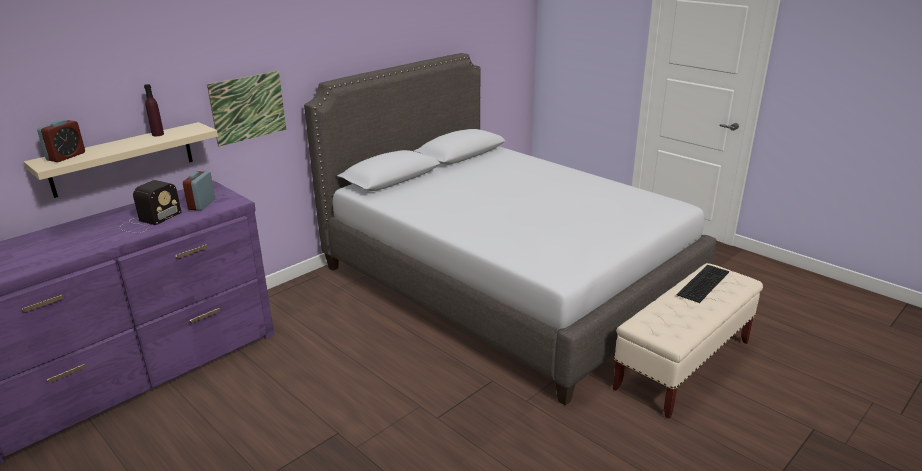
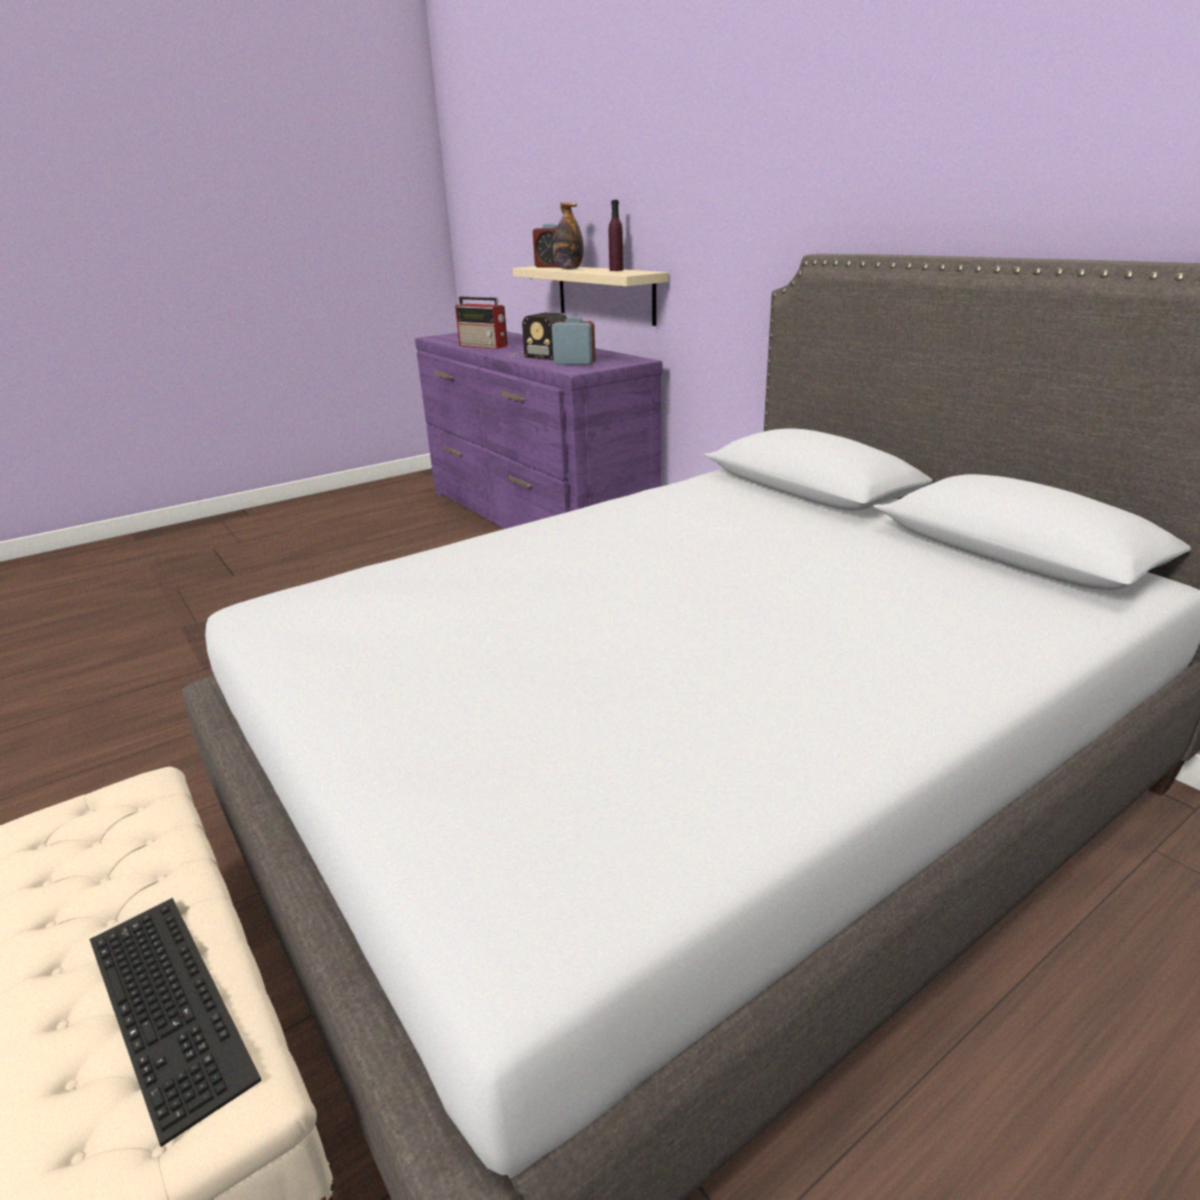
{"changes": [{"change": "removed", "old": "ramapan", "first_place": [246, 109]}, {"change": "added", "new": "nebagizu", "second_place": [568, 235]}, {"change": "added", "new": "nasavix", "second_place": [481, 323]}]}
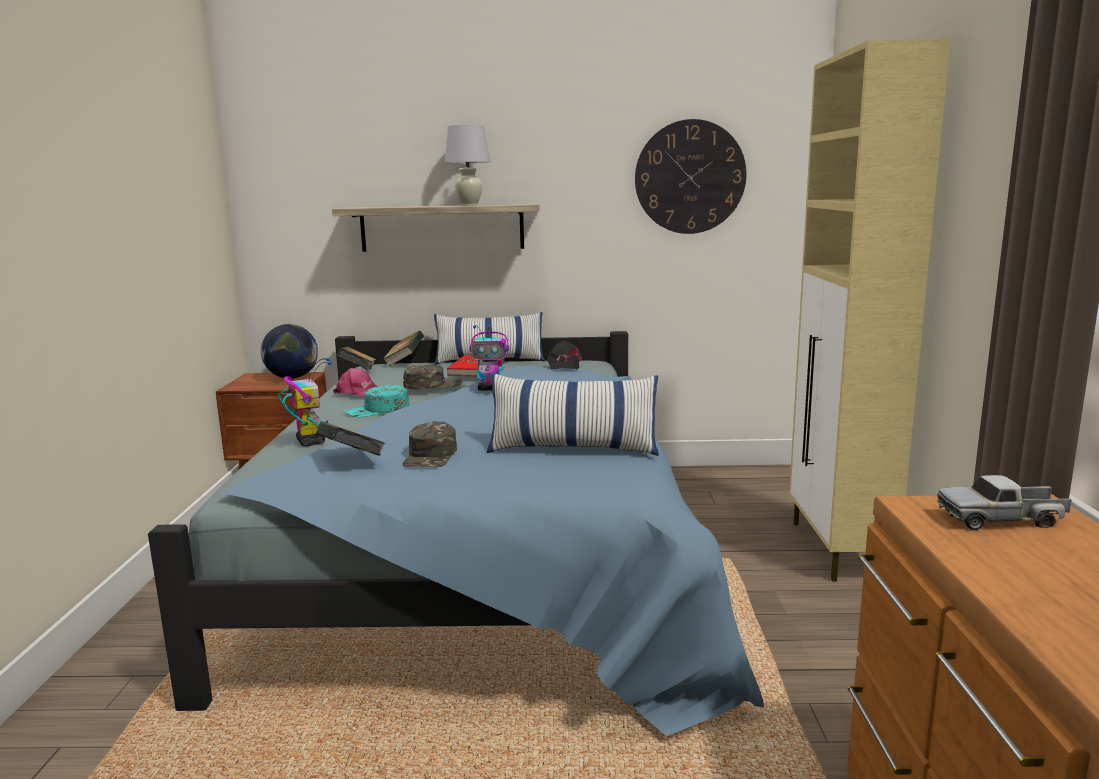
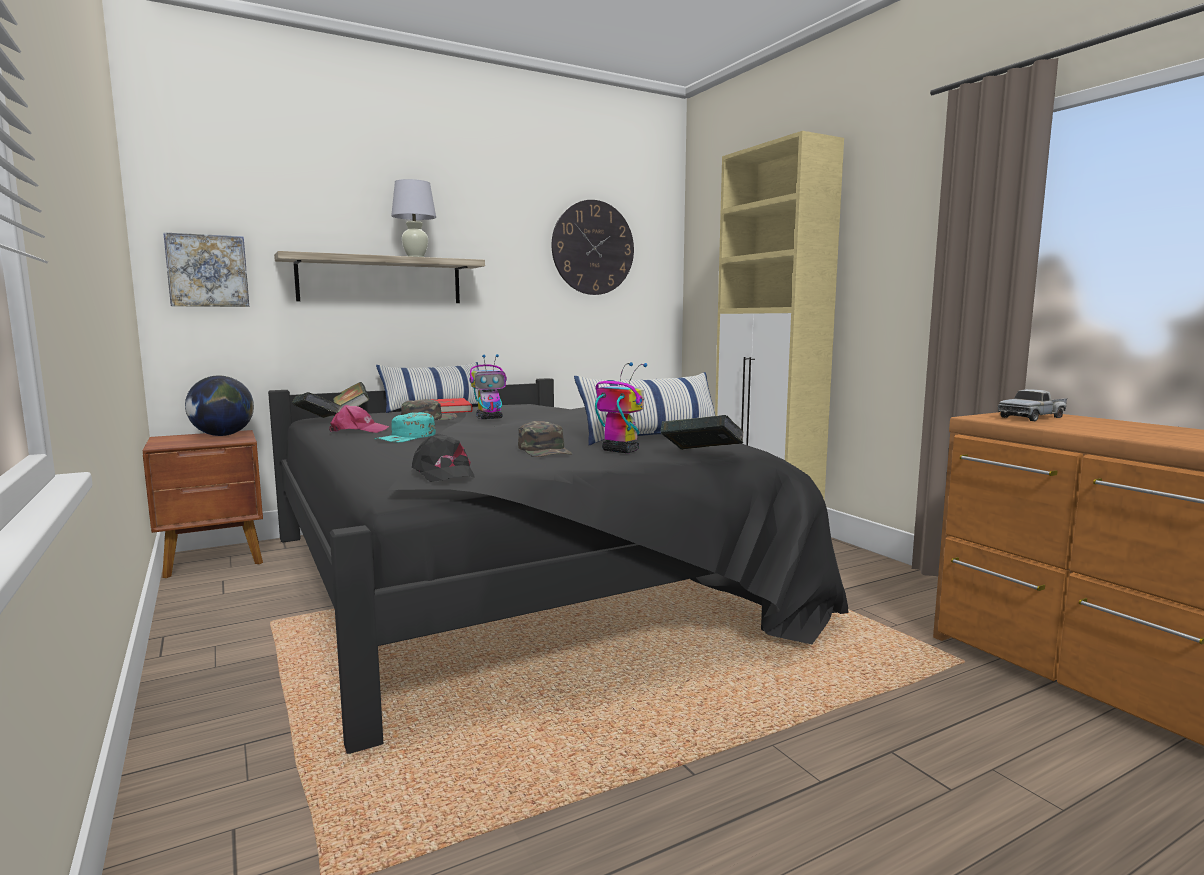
{"changes": [{"change": "recoloured", "old": "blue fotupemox", "new": "black fotupemox", "first_place": [456, 533], "second_place": [558, 566]}, {"change": "moved", "old": "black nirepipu", "first_place": [564, 355], "second_place": [442, 457]}, {"change": "moved", "old": "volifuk", "first_place": [305, 402], "second_place": [621, 407]}, {"change": "moved", "old": "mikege", "first_place": [351, 439], "second_place": [702, 432]}, {"change": "added", "new": "ramapan", "second_place": [206, 269]}]}
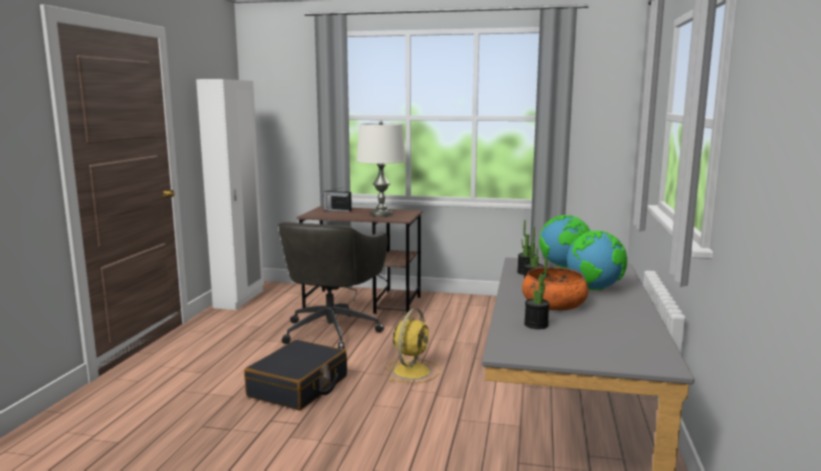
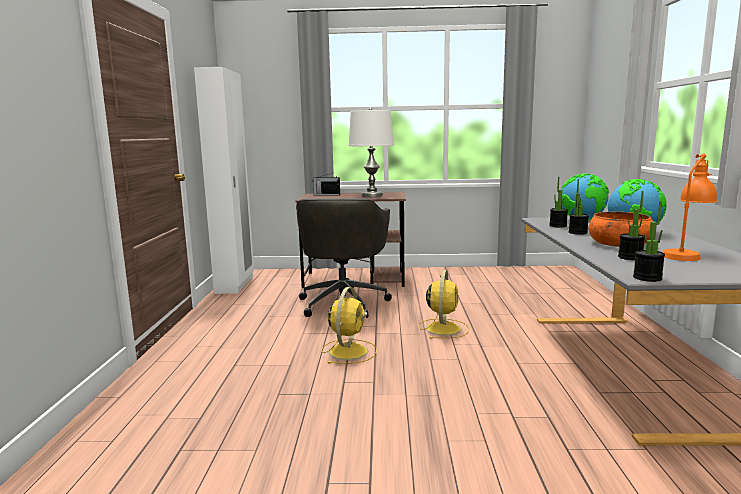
{"changes": [{"change": "replaced", "old": "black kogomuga", "new": "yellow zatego", "first_place": [295, 375], "second_place": [349, 325]}, {"change": "added", "new": "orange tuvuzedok", "second_place": [690, 207]}, {"change": "added", "new": "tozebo", "second_place": [649, 241]}]}
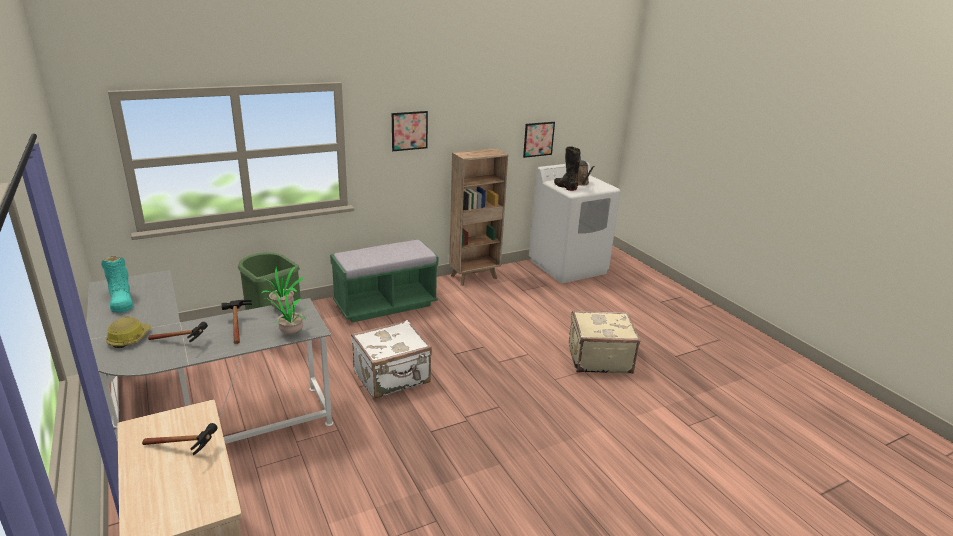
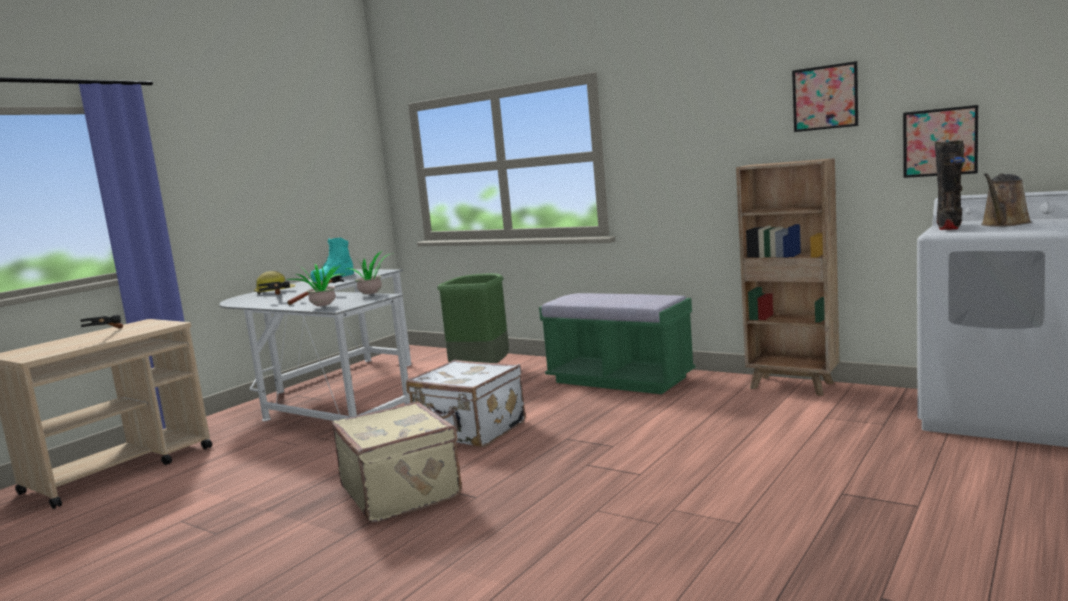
{"changes": [{"change": "moved", "old": "ramapan", "first_place": [410, 131], "second_place": [825, 96]}, {"change": "moved", "old": "beige kogomuga", "first_place": [605, 342], "second_place": [397, 461]}]}
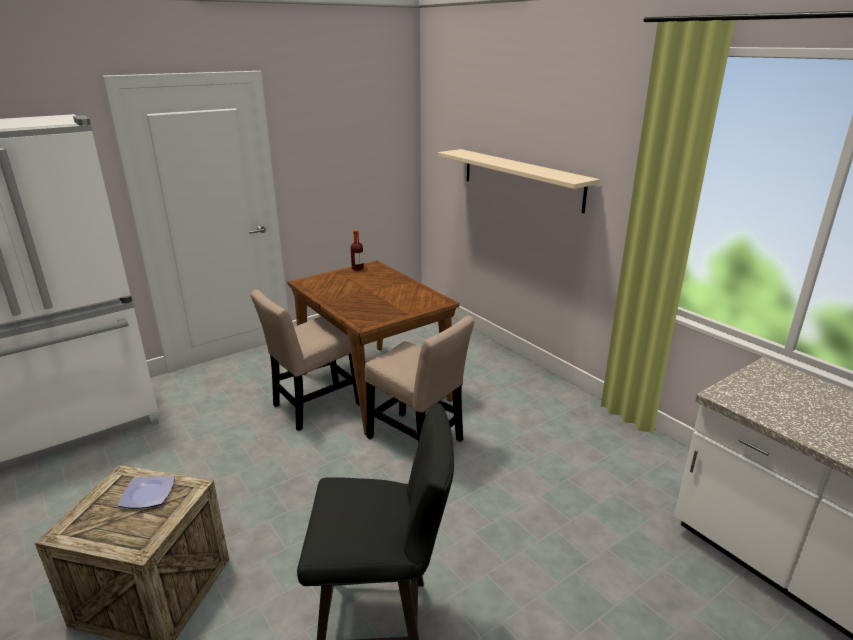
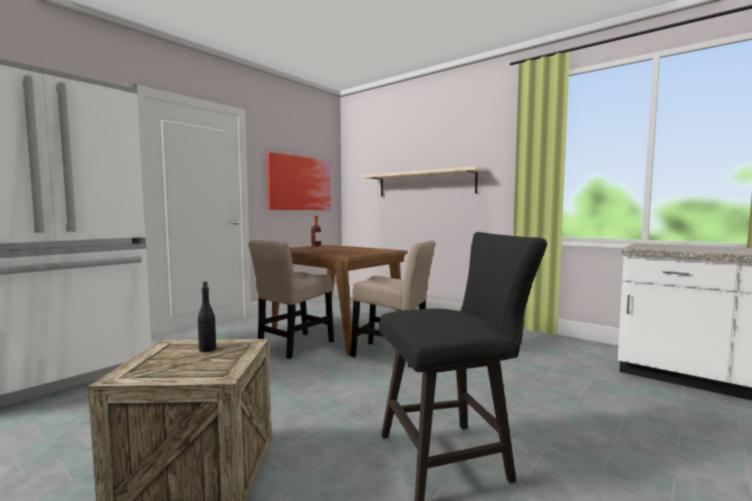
{"changes": [{"change": "replaced", "old": "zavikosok", "new": "black nebagizu", "first_place": [146, 492], "second_place": [207, 316]}, {"change": "added", "new": "ramapan", "second_place": [299, 181]}]}
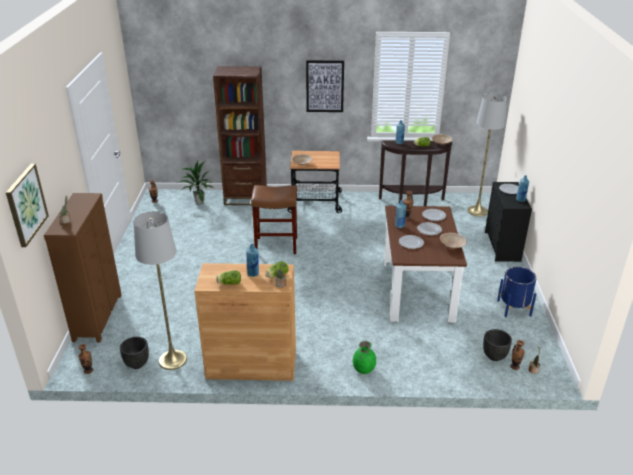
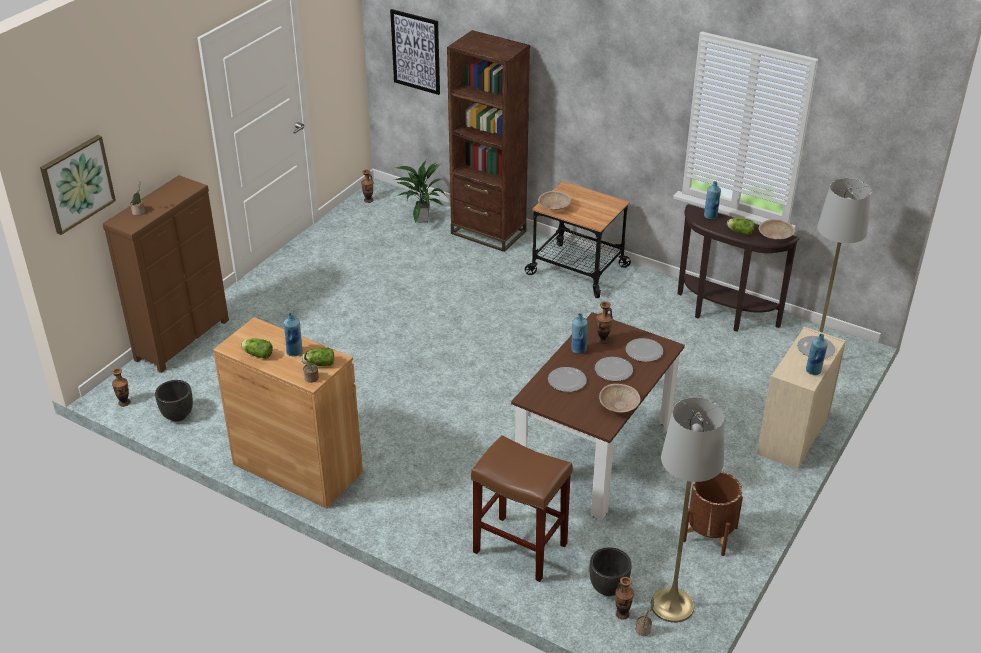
{"changes": [{"change": "moved", "old": "ramapan", "first_place": [325, 86], "second_place": [415, 52]}, {"change": "recoloured", "old": "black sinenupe", "new": "beige sinenupe", "first_place": [508, 222], "second_place": [801, 398]}, {"change": "moved", "old": "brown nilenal", "first_place": [274, 219], "second_place": [522, 508]}, {"change": "moved", "old": "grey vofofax", "first_place": [160, 290], "second_place": [688, 510]}, {"change": "recoloured", "old": "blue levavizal", "new": "brown levavizal", "first_place": [517, 292], "second_place": [713, 513]}, {"change": "removed", "old": "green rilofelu", "first_place": [364, 357]}]}
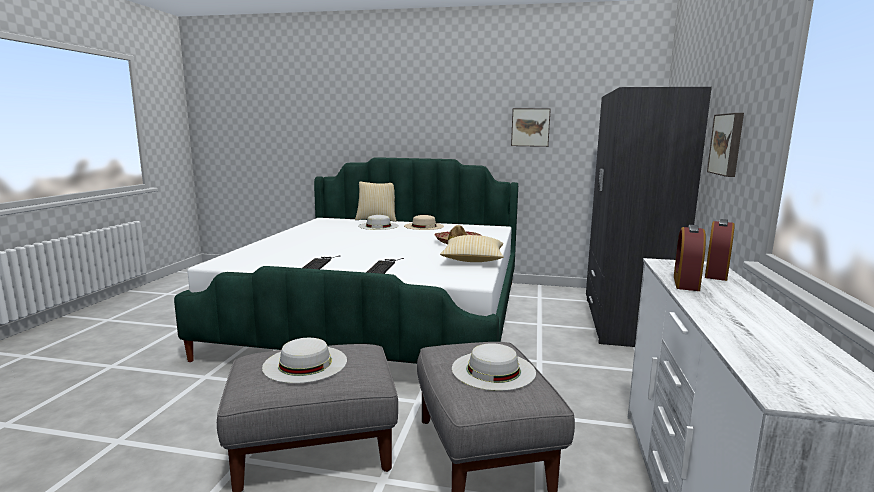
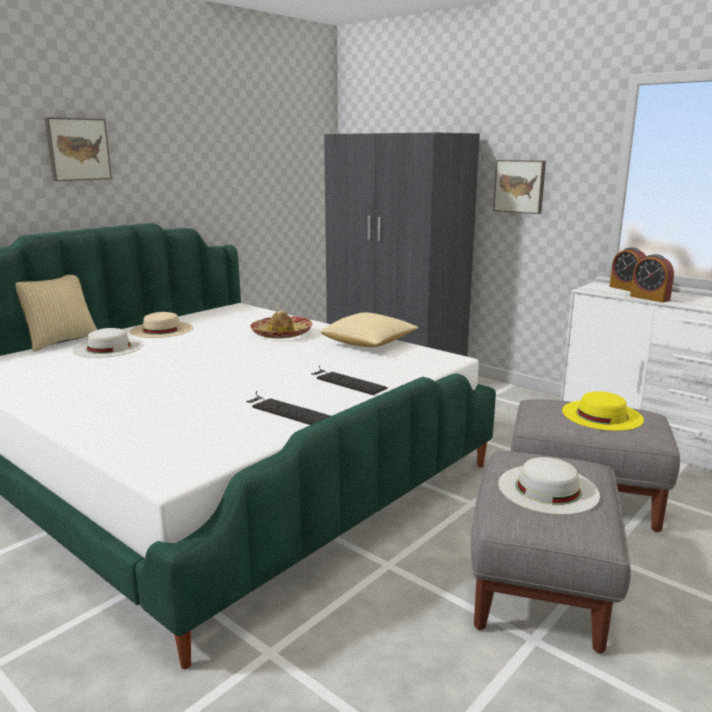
{"changes": [{"change": "moved", "old": "ramapan", "first_place": [531, 127], "second_place": [78, 149]}, {"change": "recoloured", "old": "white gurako", "new": "yellow gurako", "first_place": [494, 367], "second_place": [603, 411]}]}
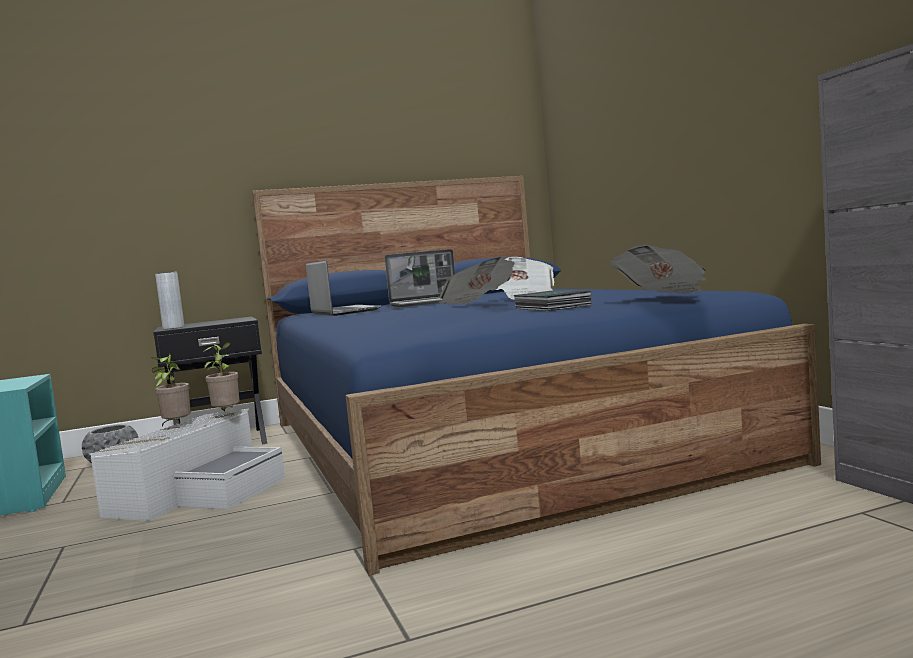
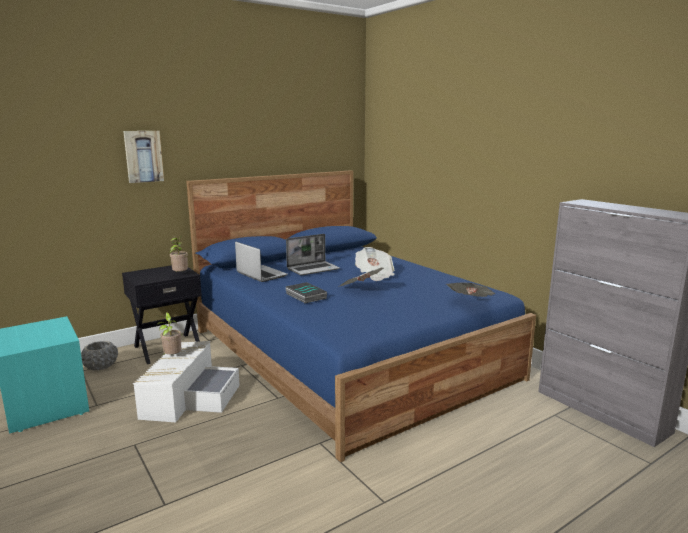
{"changes": [{"change": "removed", "old": "grey rilofelu", "first_place": [169, 300]}, {"change": "moved", "old": "mikege", "first_place": [552, 300], "second_place": [306, 292]}, {"change": "moved", "old": "tozebo", "first_place": [221, 377], "second_place": [178, 254]}, {"change": "added", "new": "ramapan", "second_place": [143, 157]}]}
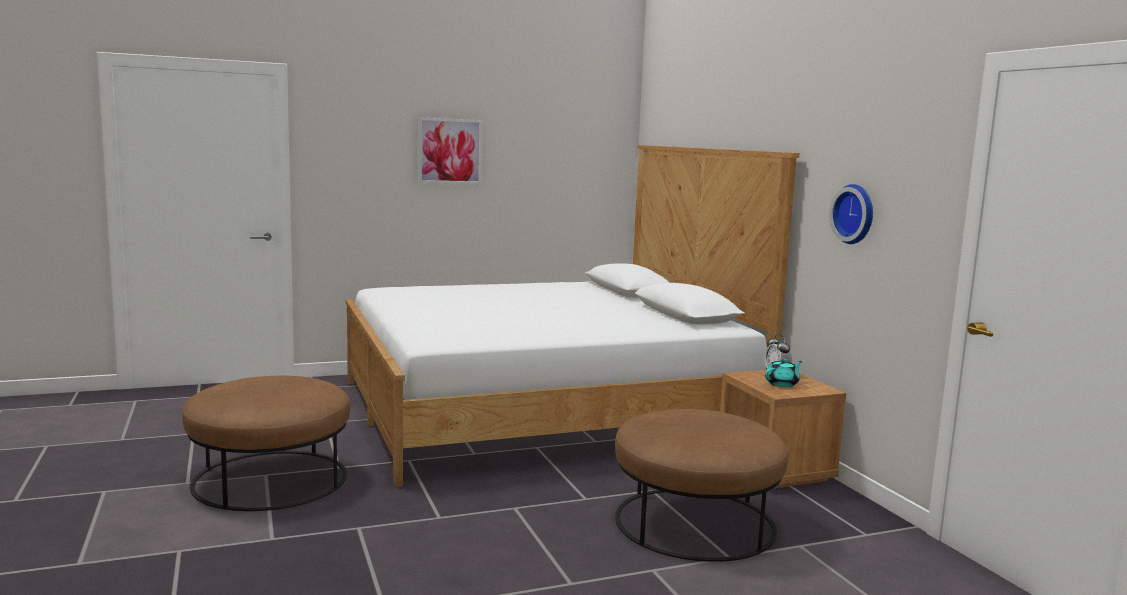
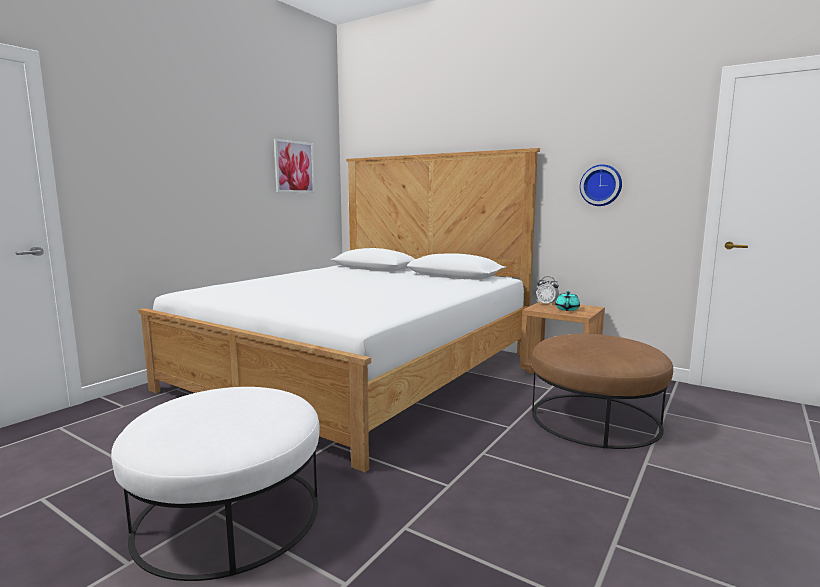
{"changes": [{"change": "moved", "old": "ramapan", "first_place": [450, 150], "second_place": [294, 166]}, {"change": "recoloured", "old": "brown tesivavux", "new": "white tesivavux", "first_place": [266, 443], "second_place": [215, 484]}]}
